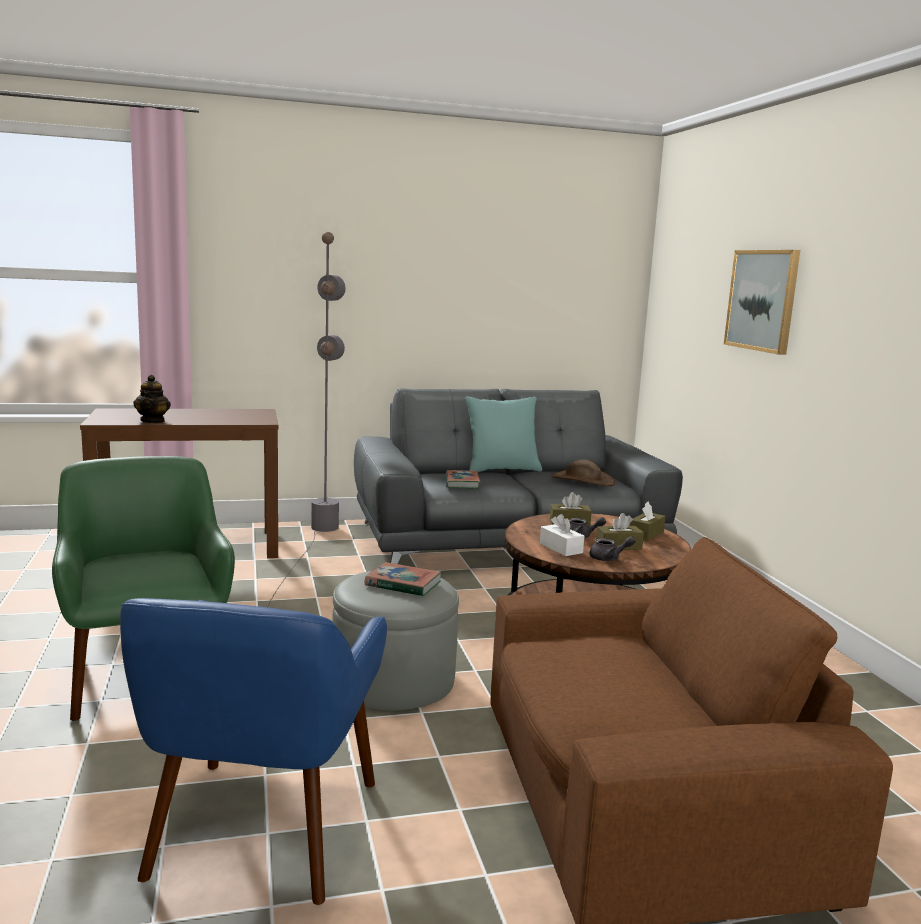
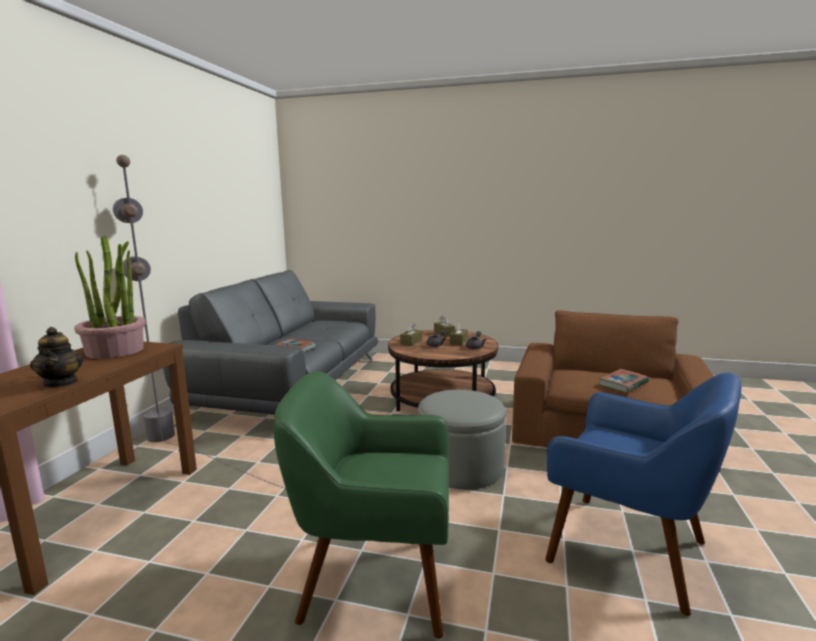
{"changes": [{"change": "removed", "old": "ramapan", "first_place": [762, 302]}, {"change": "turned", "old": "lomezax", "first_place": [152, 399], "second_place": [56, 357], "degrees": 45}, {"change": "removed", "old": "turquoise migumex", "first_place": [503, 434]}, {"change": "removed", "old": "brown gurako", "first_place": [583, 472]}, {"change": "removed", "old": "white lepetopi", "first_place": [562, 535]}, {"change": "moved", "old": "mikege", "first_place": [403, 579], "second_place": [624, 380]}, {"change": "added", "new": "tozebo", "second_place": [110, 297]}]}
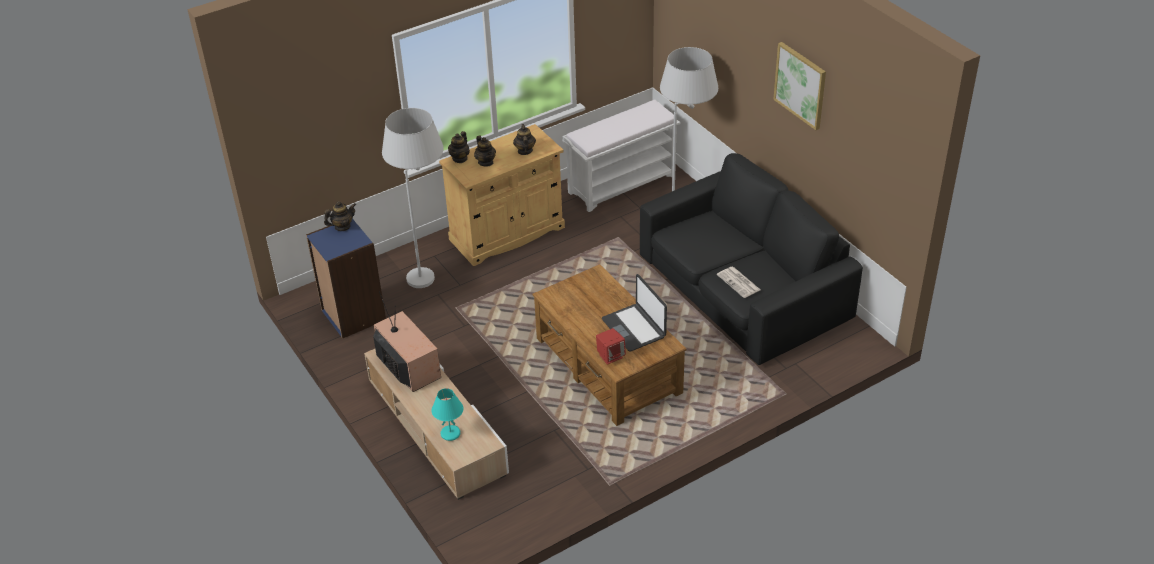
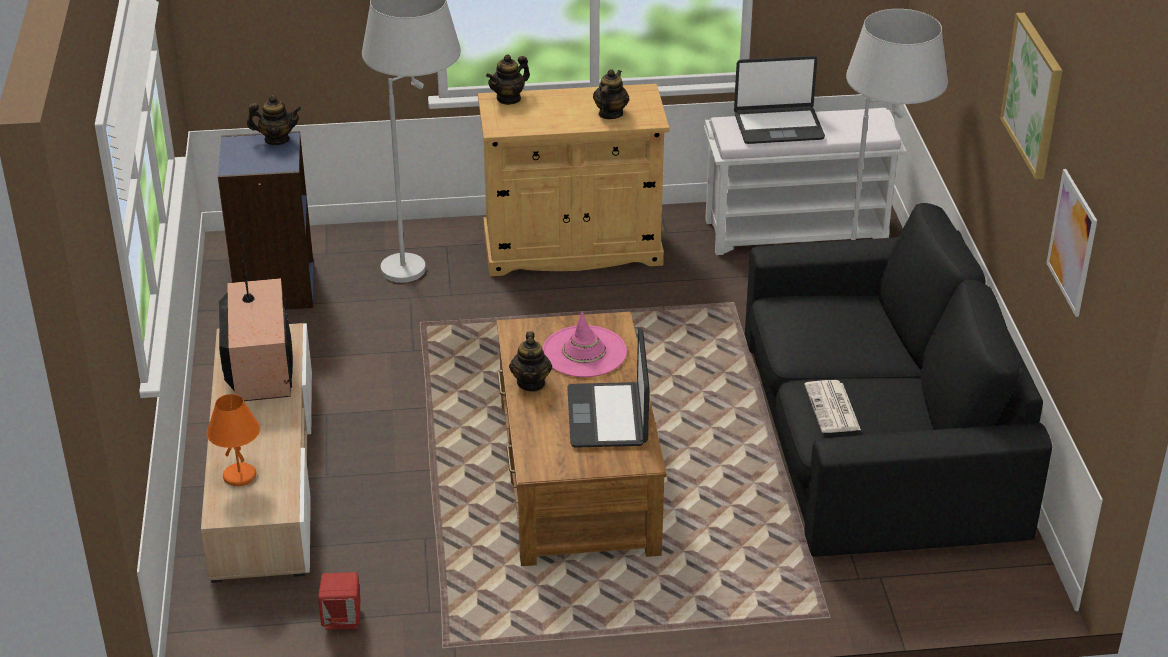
{"changes": [{"change": "moved", "old": "lomezax", "first_place": [485, 151], "second_place": [530, 361]}, {"change": "moved", "old": "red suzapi", "first_place": [611, 346], "second_place": [339, 601]}, {"change": "recoloured", "old": "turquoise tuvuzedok", "new": "orange tuvuzedok", "first_place": [447, 414], "second_place": [233, 440]}, {"change": "added", "new": "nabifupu", "second_place": [779, 100]}, {"change": "added", "new": "ramapan", "second_place": [1071, 243]}, {"change": "added", "new": "pink gurako", "second_place": [584, 344]}]}
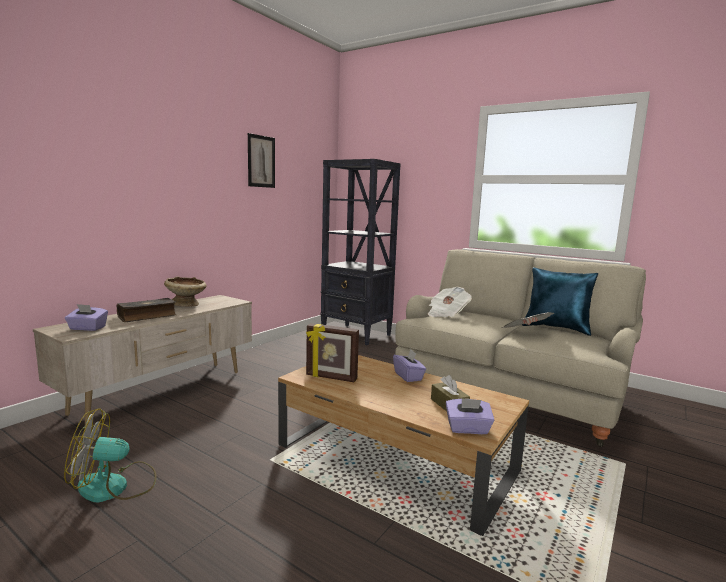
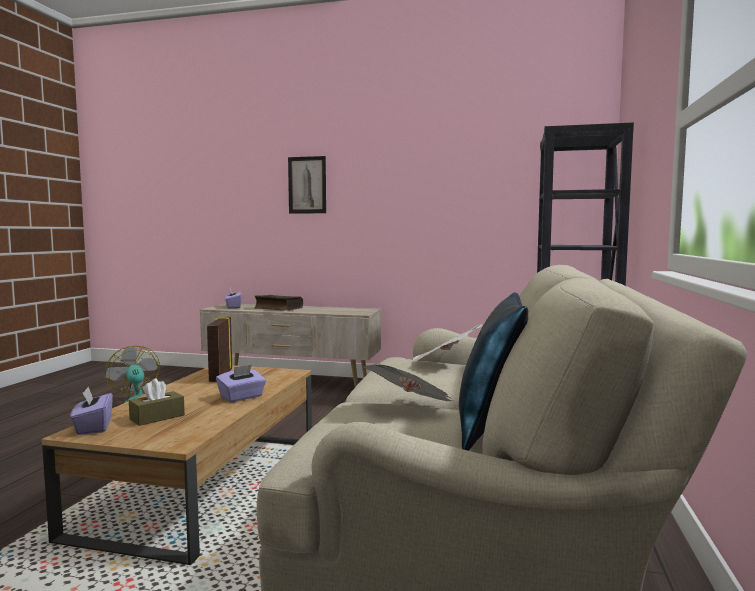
{"changes": [{"change": "moved", "old": "ramapan", "first_place": [261, 160], "second_place": [307, 185]}, {"change": "removed", "old": "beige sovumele", "first_place": [185, 291]}]}
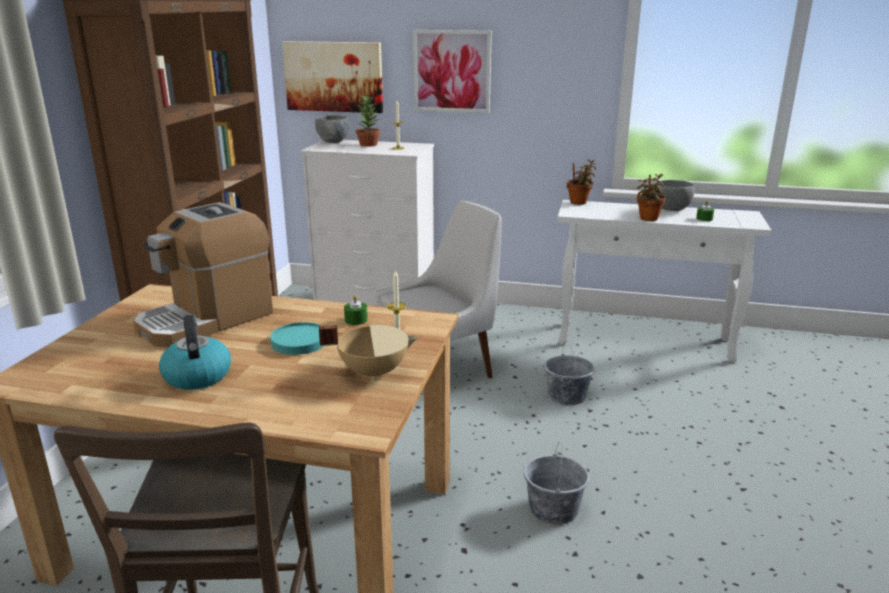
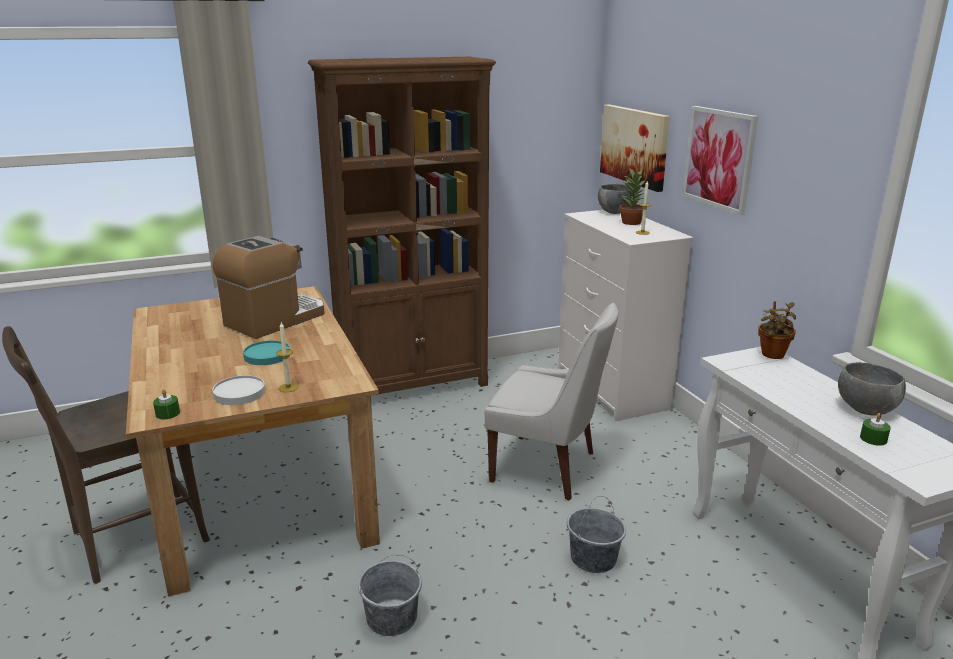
{"changes": [{"change": "removed", "old": "tozebo", "first_place": [651, 197]}, {"change": "turned", "old": "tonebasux", "first_place": [203, 274], "second_place": [268, 287], "degrees": 120}, {"change": "moved", "old": "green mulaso", "first_place": [356, 310], "second_place": [166, 404]}, {"change": "removed", "old": "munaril", "first_place": [195, 352]}, {"change": "replaced", "old": "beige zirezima", "new": "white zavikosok", "first_place": [368, 353], "second_place": [238, 390]}]}
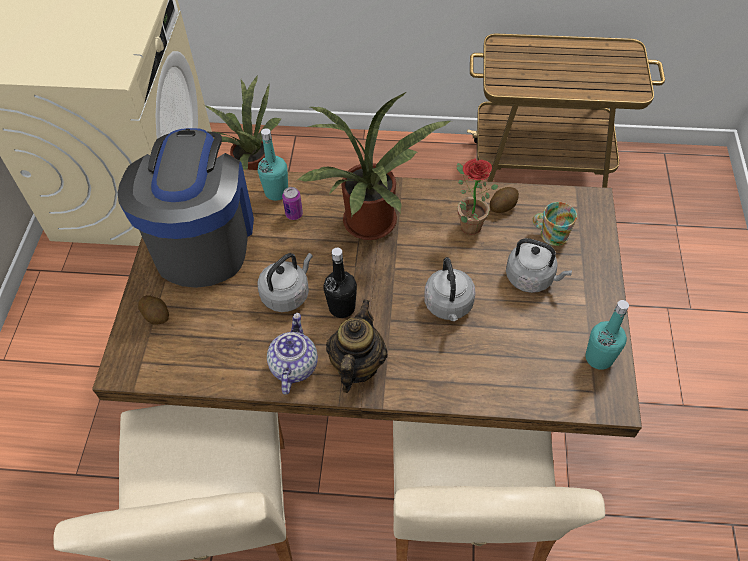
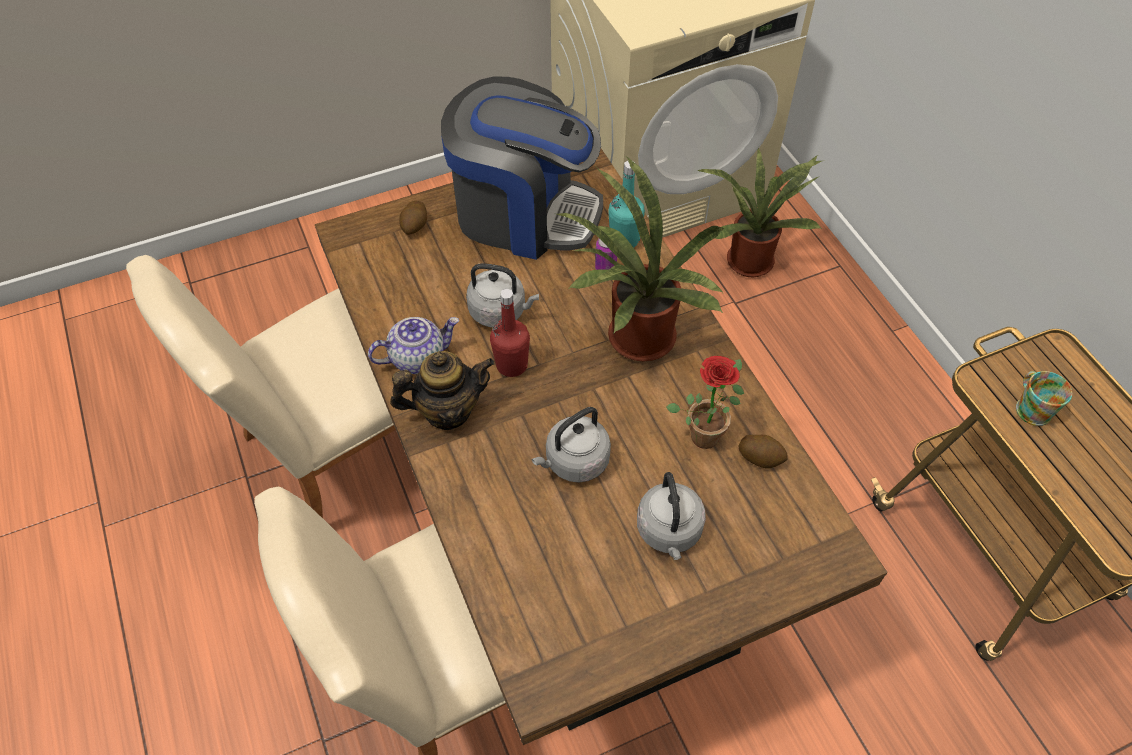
{"changes": [{"change": "turned", "old": "tonebasux", "first_place": [186, 208], "second_place": [522, 168], "degrees": 45}, {"change": "moved", "old": "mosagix", "first_place": [554, 224], "second_place": [1044, 398]}, {"change": "recoloured", "old": "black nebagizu", "new": "red nebagizu", "first_place": [340, 283], "second_place": [510, 333]}, {"change": "removed", "old": "turquoise nebagizu", "first_place": [607, 335]}]}
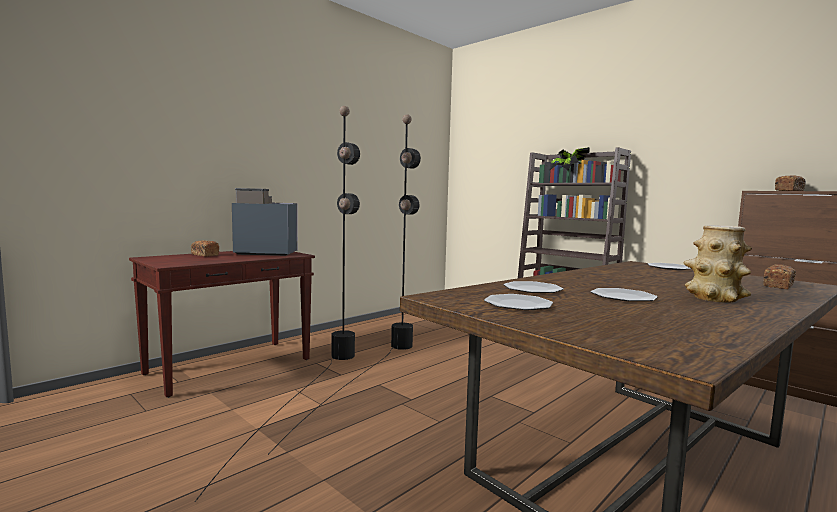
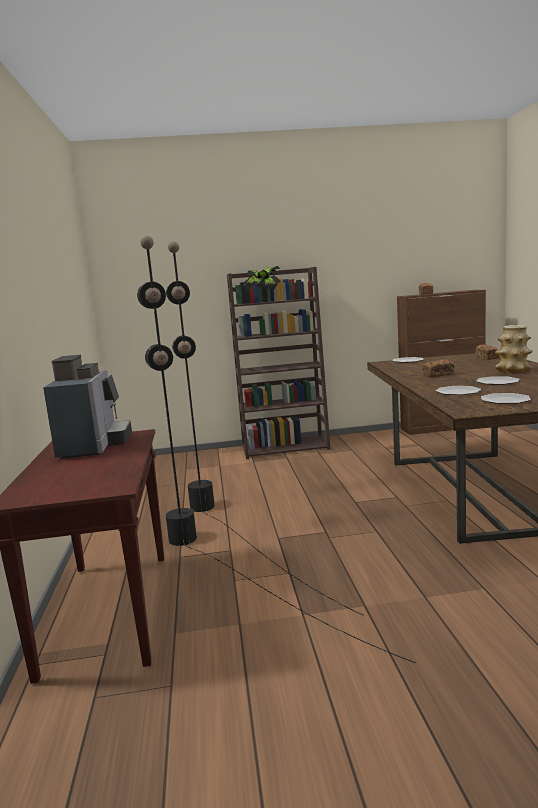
{"changes": [{"change": "turned", "old": "tonebasux", "first_place": [265, 222], "second_place": [87, 407], "degrees": 135}, {"change": "moved", "old": "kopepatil", "first_place": [205, 249], "second_place": [439, 368]}]}
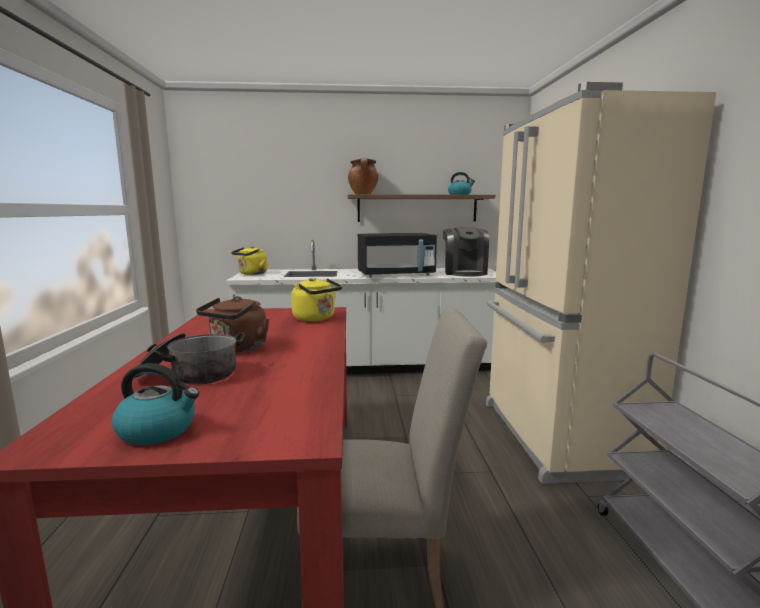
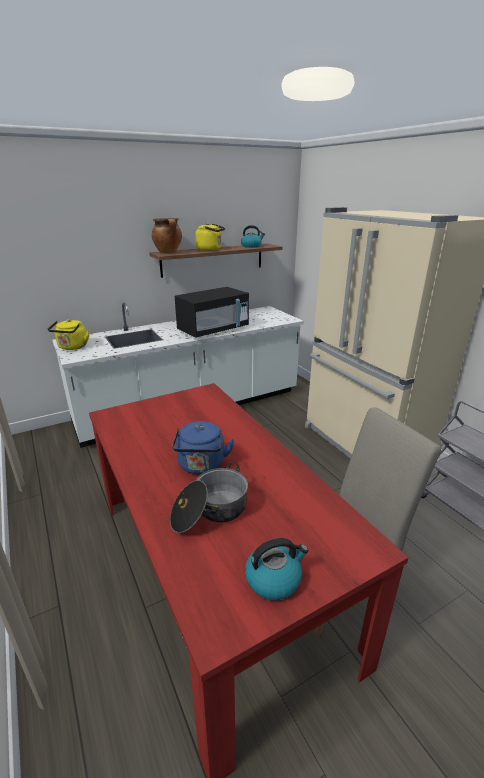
{"changes": [{"change": "removed", "old": "tonebasux", "first_place": [466, 252]}, {"change": "moved", "old": "yellow munaril", "first_place": [316, 300], "second_place": [210, 237]}, {"change": "recoloured", "old": "brown munaril", "new": "blue munaril", "first_place": [232, 324], "second_place": [203, 448]}]}
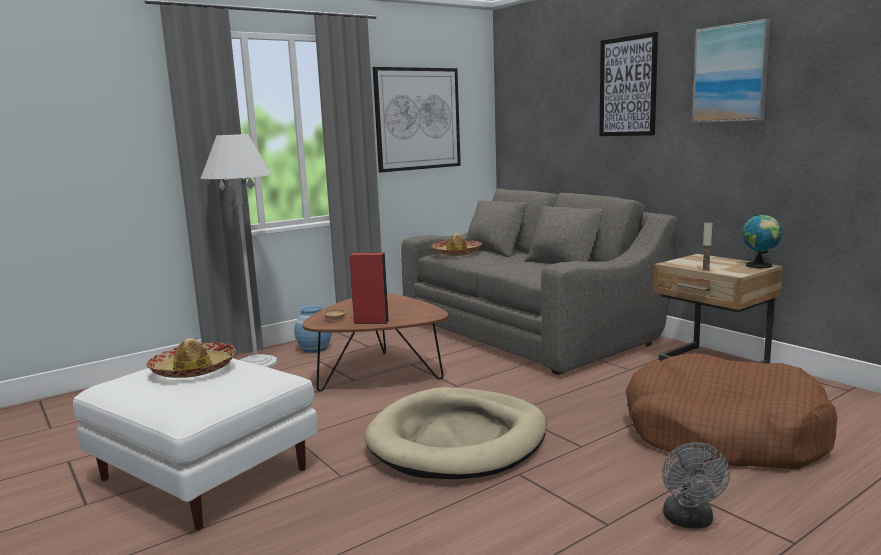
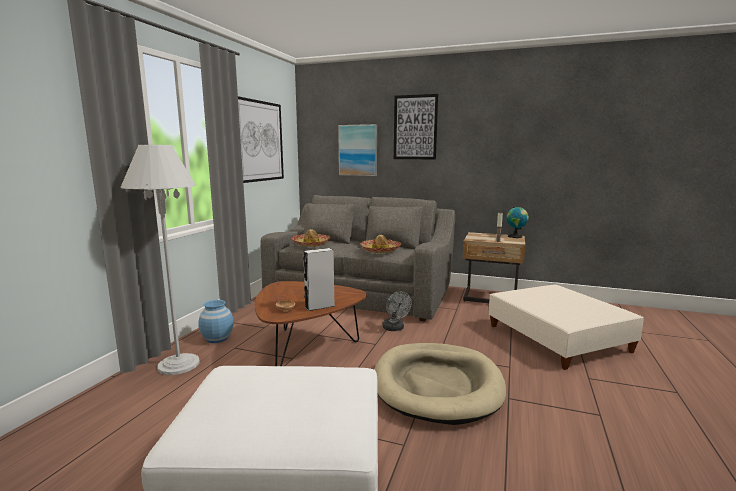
{"changes": [{"change": "moved", "old": "ramapan", "first_place": [731, 71], "second_place": [357, 150]}, {"change": "recoloured", "old": "red suzapi", "new": "grey suzapi", "first_place": [369, 288], "second_place": [318, 279]}, {"change": "moved", "old": "gurako", "first_place": [190, 358], "second_place": [380, 244]}, {"change": "replaced", "old": "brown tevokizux", "new": "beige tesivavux", "first_place": [732, 411], "second_place": [566, 327]}, {"change": "moved", "old": "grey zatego", "first_place": [696, 485], "second_place": [397, 311]}]}
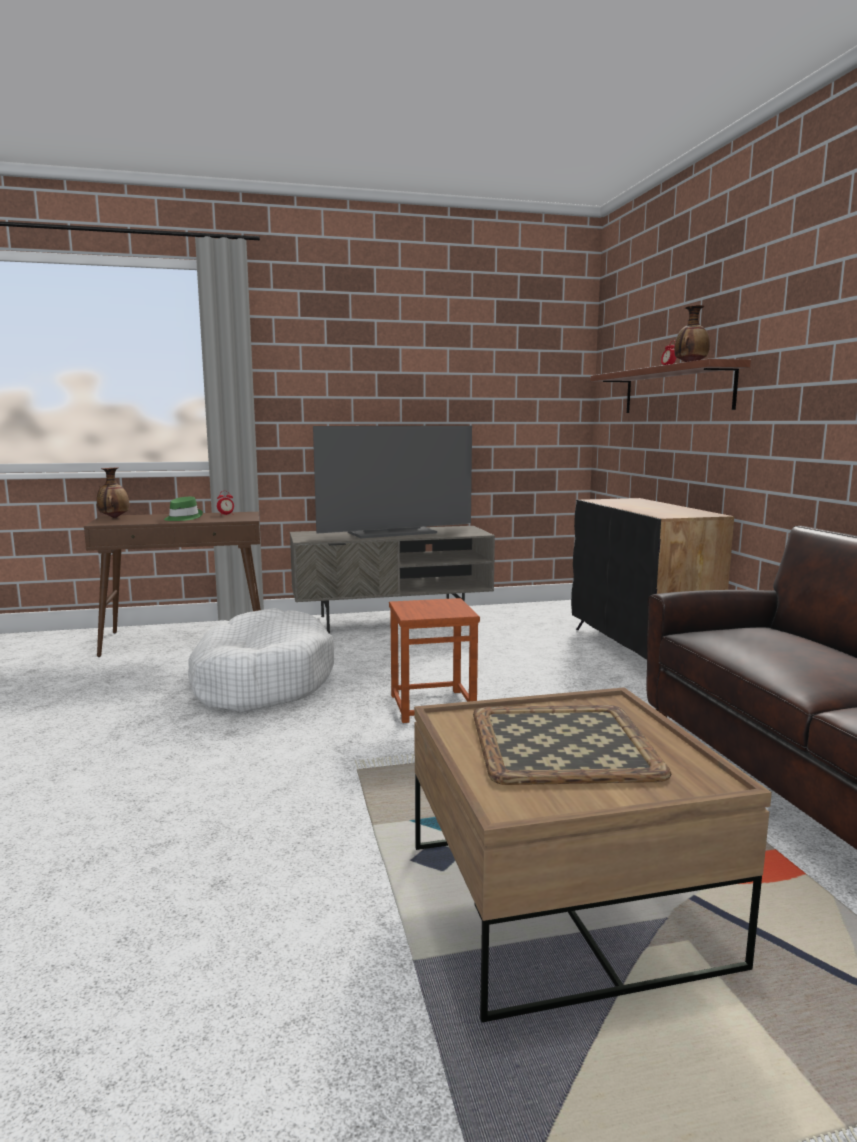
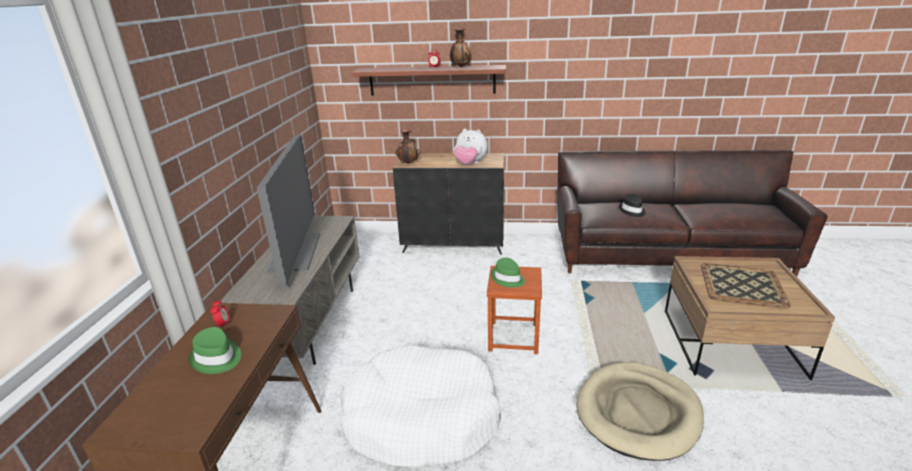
{"changes": [{"change": "moved", "old": "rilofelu", "first_place": [113, 493], "second_place": [407, 146]}, {"change": "added", "new": "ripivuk", "second_place": [471, 146]}, {"change": "added", "new": "black gurako", "second_place": [632, 205]}, {"change": "added", "new": "green gurako", "second_place": [508, 272]}, {"change": "added", "new": "beige tevokizux", "second_place": [640, 411]}]}
